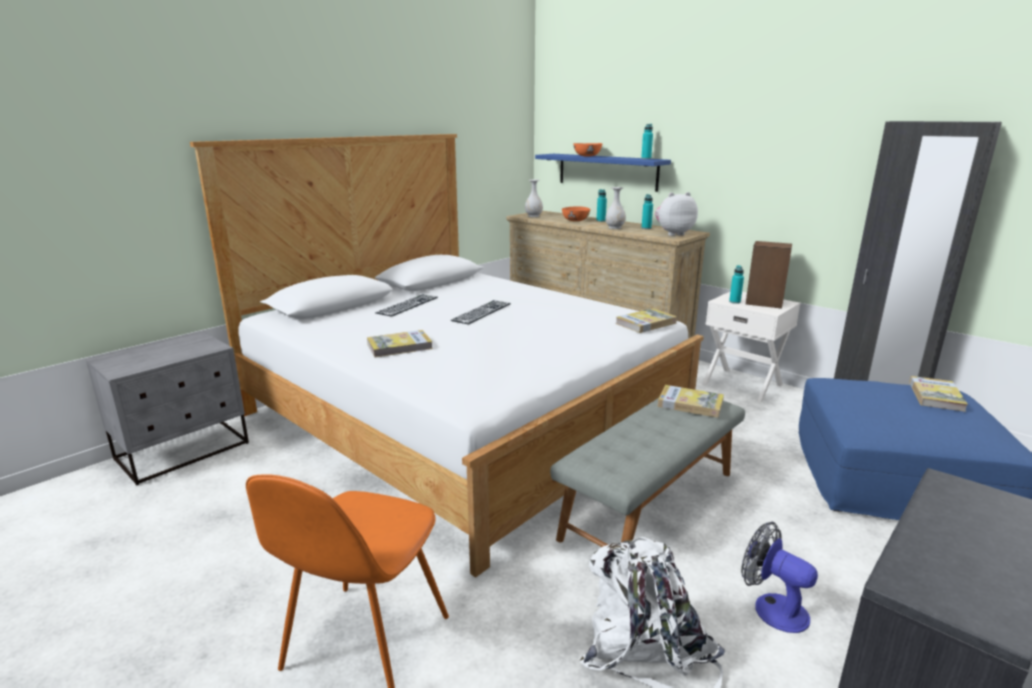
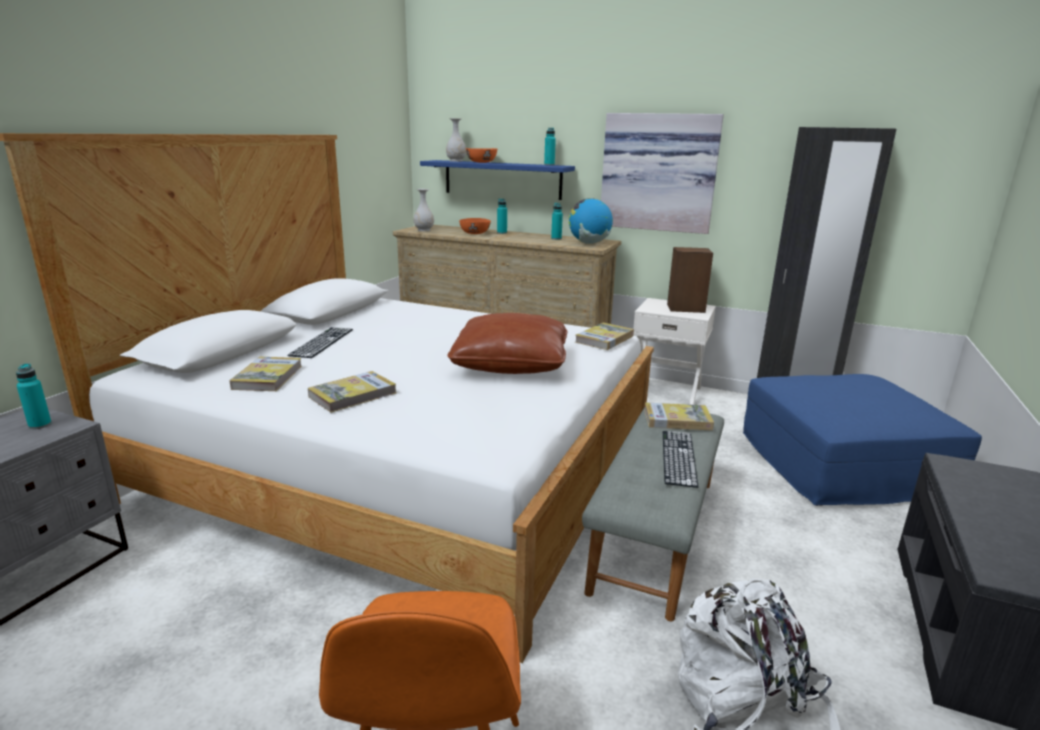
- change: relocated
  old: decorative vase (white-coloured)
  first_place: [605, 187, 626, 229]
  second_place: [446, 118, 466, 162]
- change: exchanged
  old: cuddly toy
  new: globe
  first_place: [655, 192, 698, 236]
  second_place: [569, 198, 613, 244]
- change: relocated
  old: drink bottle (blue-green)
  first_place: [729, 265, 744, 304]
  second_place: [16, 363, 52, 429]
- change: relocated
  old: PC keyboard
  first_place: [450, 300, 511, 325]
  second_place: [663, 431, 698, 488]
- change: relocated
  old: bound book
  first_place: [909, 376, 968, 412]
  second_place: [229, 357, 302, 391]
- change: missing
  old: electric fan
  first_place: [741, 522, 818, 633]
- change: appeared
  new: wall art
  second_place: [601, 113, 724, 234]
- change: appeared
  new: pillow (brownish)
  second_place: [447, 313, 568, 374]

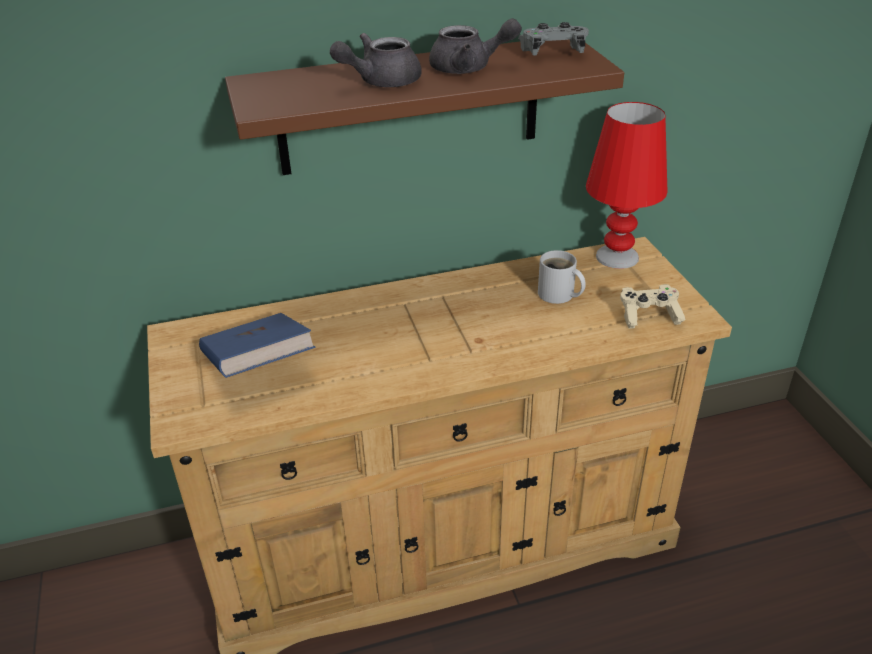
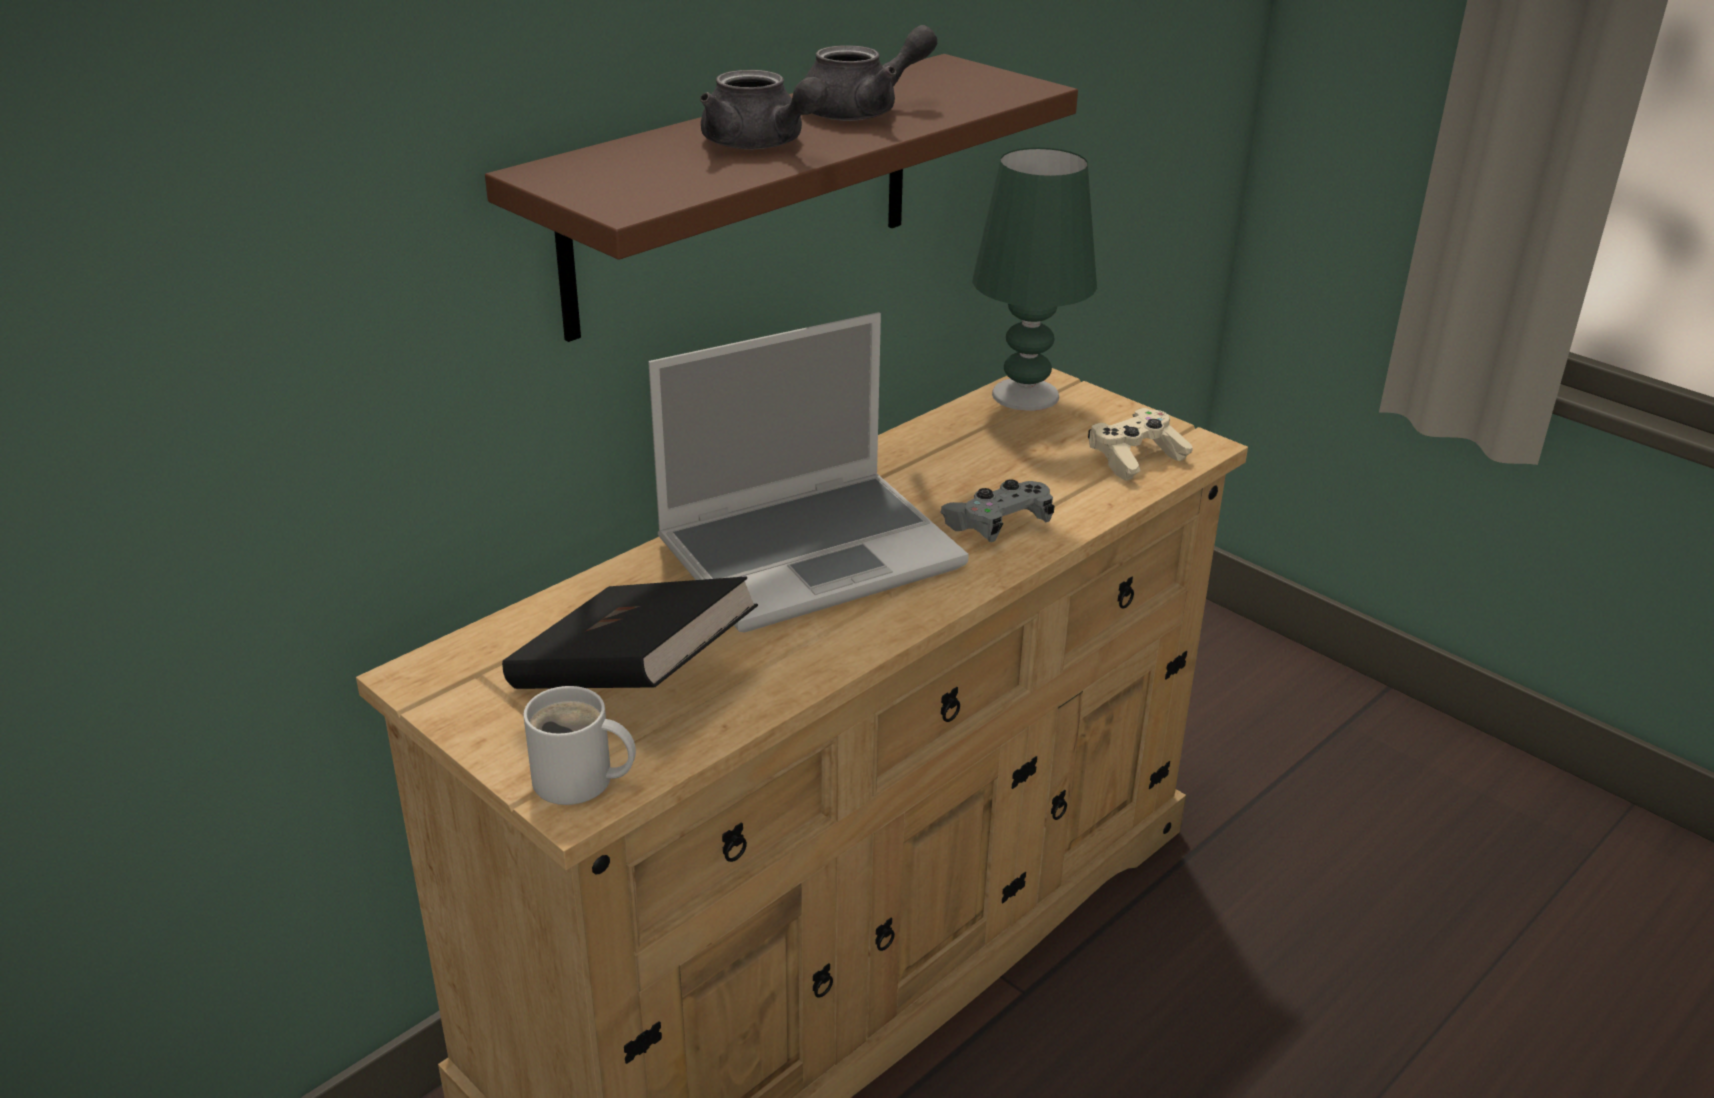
- change: relocated
  old: gamepad (greyish)
  first_place: [518, 22, 589, 55]
  second_place: [940, 479, 1055, 542]
- change: spun
  old: pot for tea (greyish)
  first_place: [330, 33, 422, 87]
  second_place: [700, 70, 828, 149]
  degrees: -75
- change: colour
  old: lamp for a table (red-coloured)
  new: lamp for a table (greenish)
  first_place: [586, 102, 667, 269]
  second_place: [972, 148, 1097, 411]
- change: relocated
  old: mug (white-coloured)
  first_place: [538, 250, 586, 304]
  second_place: [523, 686, 636, 805]
- change: colour
  old: bound book (blue-coloured)
  new: bound book (blackish)
  first_place: [199, 313, 316, 378]
  second_place: [502, 576, 758, 689]
- change: appeared
  new: laptop
  second_place: [648, 312, 969, 633]

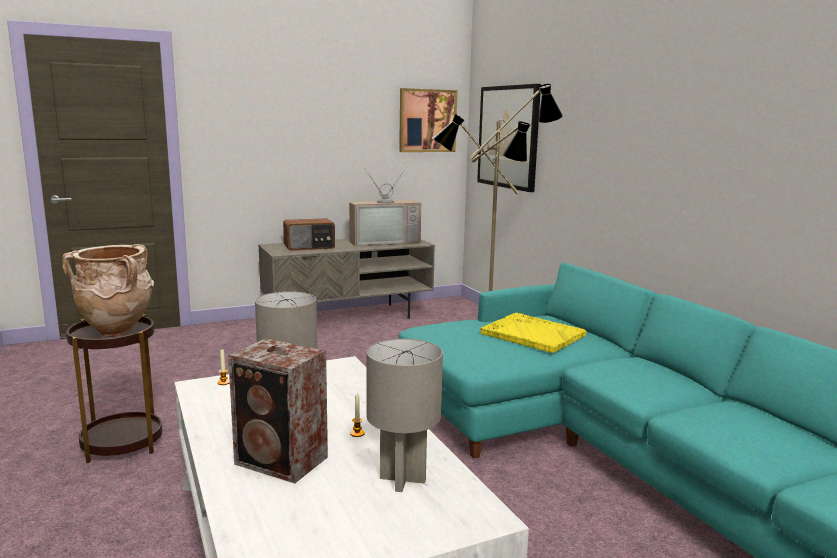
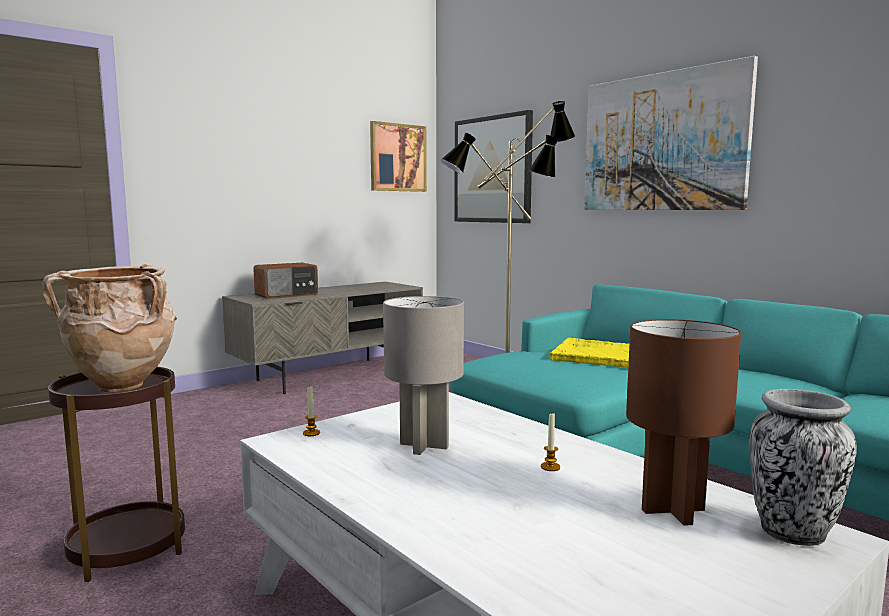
- change: missing
  old: television
  first_place: [349, 167, 421, 247]
- change: missing
  old: audio speaker
  first_place: [228, 339, 328, 483]
- change: colour
  old: lamp for a table (greyish)
  new: lamp for a table (brownish)
  first_place: [366, 339, 443, 492]
  second_place: [626, 319, 741, 526]
- change: appeared
  new: wall art
  second_place: [584, 56, 758, 210]
- change: appeared
  new: decorative vase
  second_place: [750, 389, 857, 546]

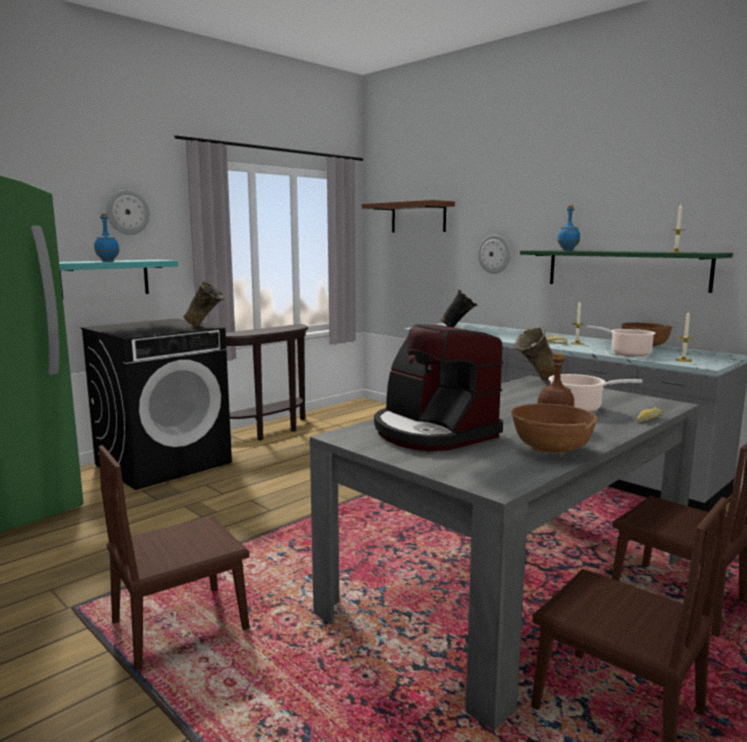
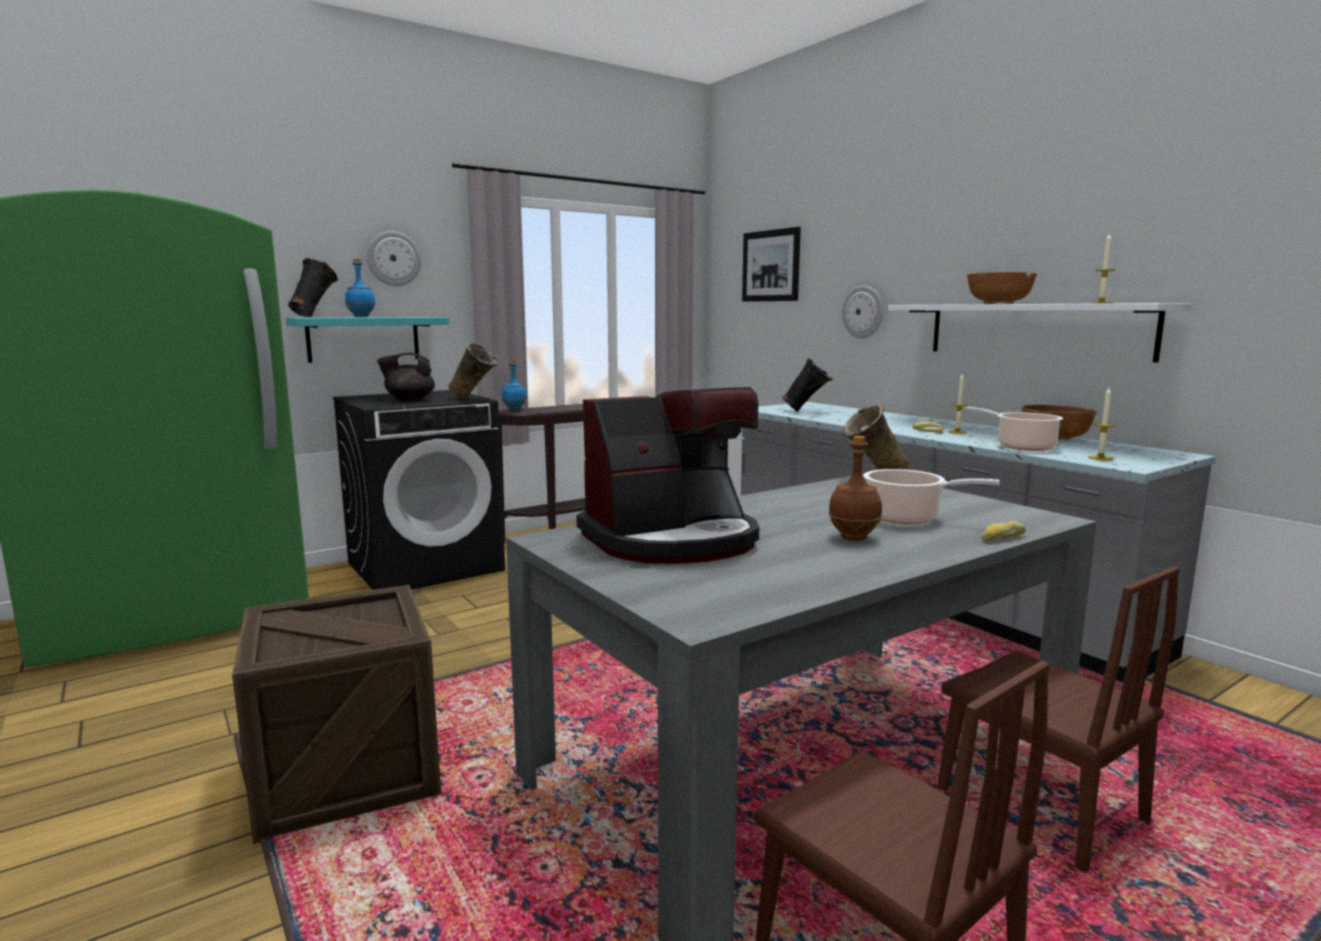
- change: exchanged
  old: bracket shelf (brownish)
  new: wall art
  first_place: [362, 200, 455, 232]
  second_place: [742, 227, 801, 302]
- change: relocated
  old: drink bottle (blue-coloured)
  first_place: [558, 206, 580, 251]
  second_place: [501, 360, 527, 410]
- change: colour
  old: bracket shelf (greenish)
  new: bracket shelf (white-coloured)
  first_place: [520, 250, 733, 293]
  second_place: [888, 303, 1191, 363]
- change: spun
  old: coffee brewer
  first_place: [374, 324, 503, 451]
  second_place: [576, 387, 759, 564]
  degrees: -90
- change: relocated
  old: deep dish (brownish)
  first_place: [511, 404, 598, 453]
  second_place: [967, 272, 1037, 304]
- change: exchanged
  old: upright chair (brownish)
  new: packing crate
  first_place: [99, 445, 250, 671]
  second_place: [232, 585, 441, 844]
- change: appeared
  new: decorative vase (blackish)
  second_place: [288, 258, 338, 317]
- change: appeared
  new: pot for tea (blackish)
  second_place: [377, 353, 435, 401]

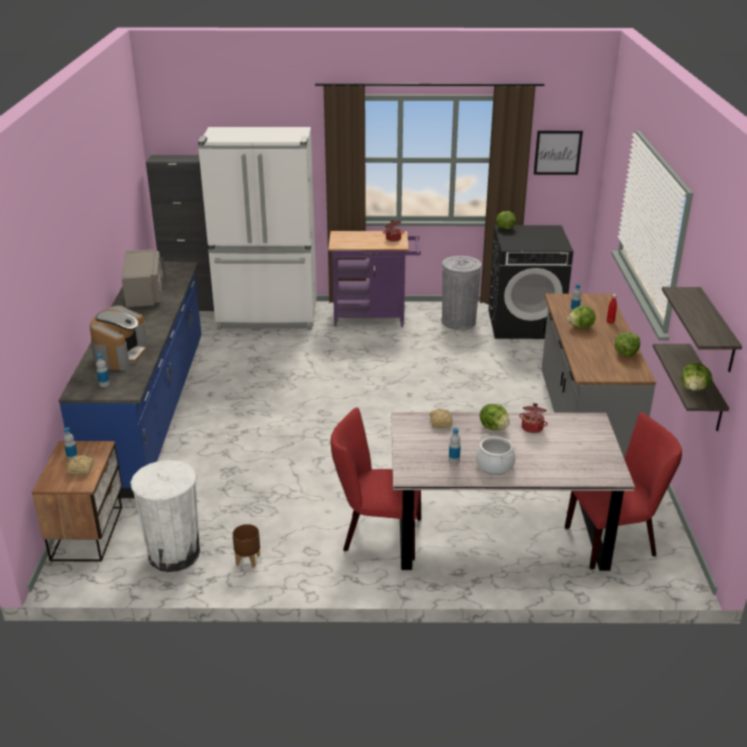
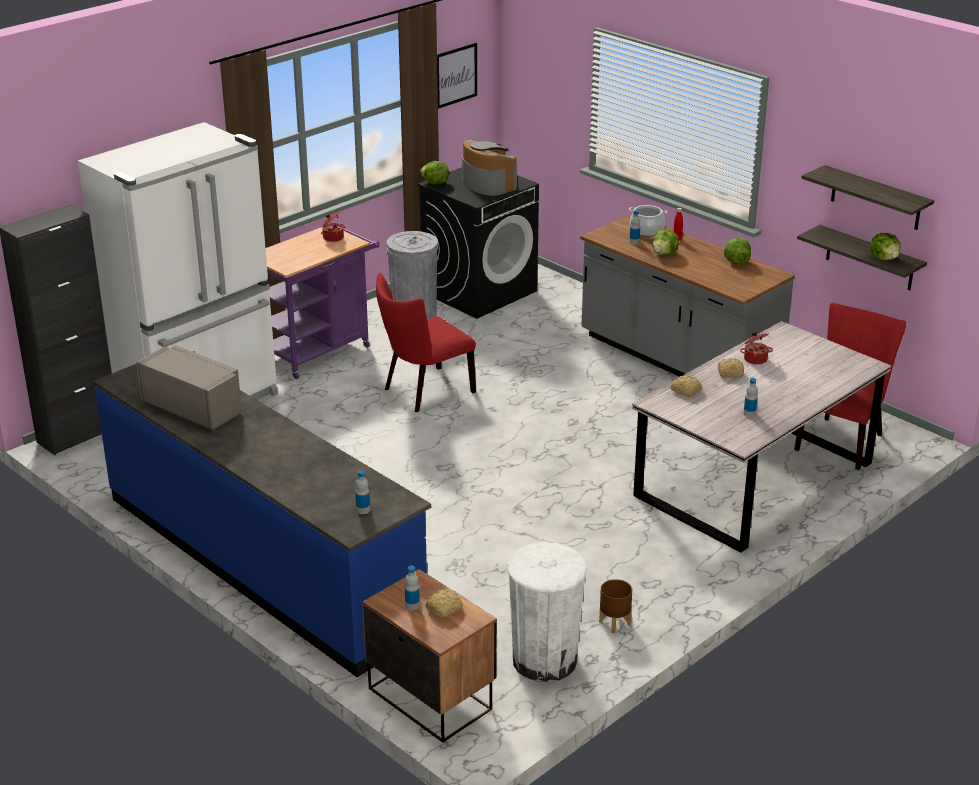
- change: relocated
  old: coffee brewer
  first_place: [90, 305, 148, 371]
  second_place: [462, 138, 517, 196]
- change: exchanged
  old: lettuce head
  new: baked bread
  first_place: [480, 404, 509, 430]
  second_place: [718, 358, 744, 378]
- change: relocated
  old: upright chair (red-coloured)
  first_place: [331, 407, 421, 560]
  second_place: [376, 272, 476, 412]
- change: relocated
  old: saucepot
  first_place: [476, 434, 515, 475]
  second_place: [629, 205, 668, 237]

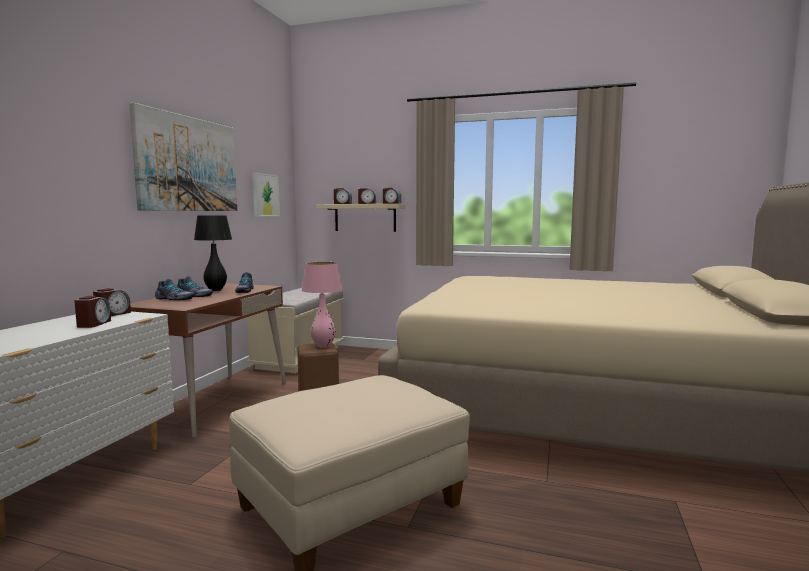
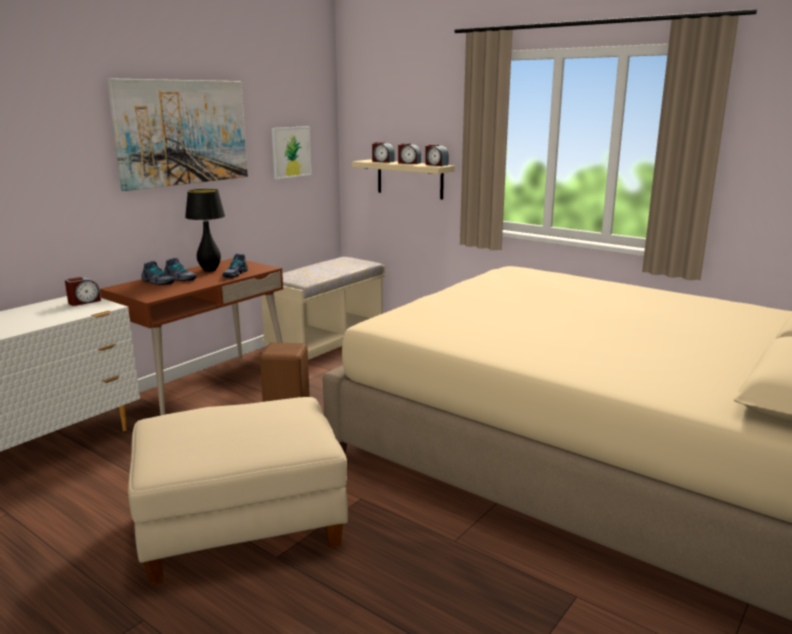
- change: missing
  old: lamp for a table (pink)
  first_place: [302, 262, 343, 348]
- change: missing
  old: table clock
  first_place: [74, 296, 111, 328]

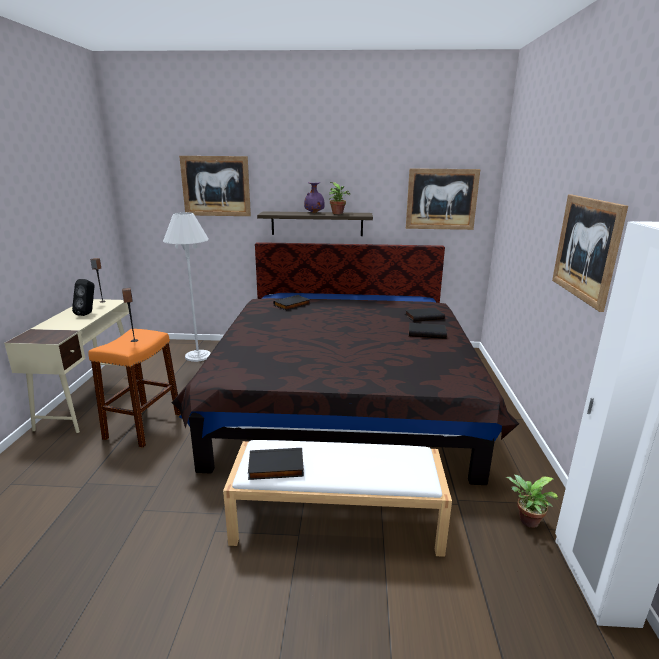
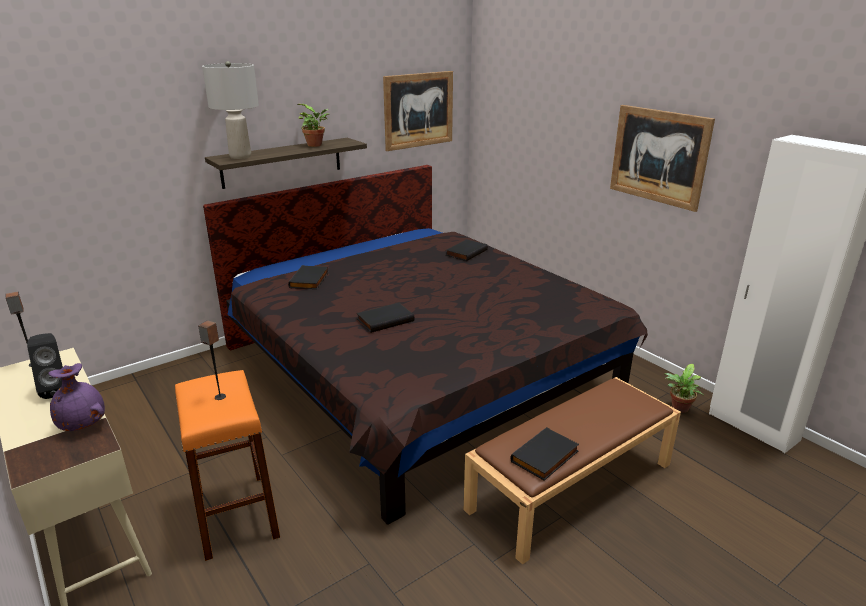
- change: missing
  old: wall art
  first_place: [179, 156, 251, 216]
- change: relocated
  old: decorative vase (purplish)
  first_place: [304, 182, 325, 213]
  second_place: [48, 363, 105, 431]
- change: missing
  old: standard lamp (white-coloured)
  first_place: [163, 212, 211, 362]
- change: relocated
  old: bound book (blackish)
  first_place: [409, 323, 447, 339]
  second_place: [357, 303, 414, 333]
- change: colour
  old: indoor bench (white-coloured)
  new: indoor bench (brownish)
  first_place: [223, 440, 452, 557]
  second_place: [464, 377, 681, 565]
- change: appeared
  new: lamp for a table (greyish)
  second_place: [202, 61, 259, 159]

